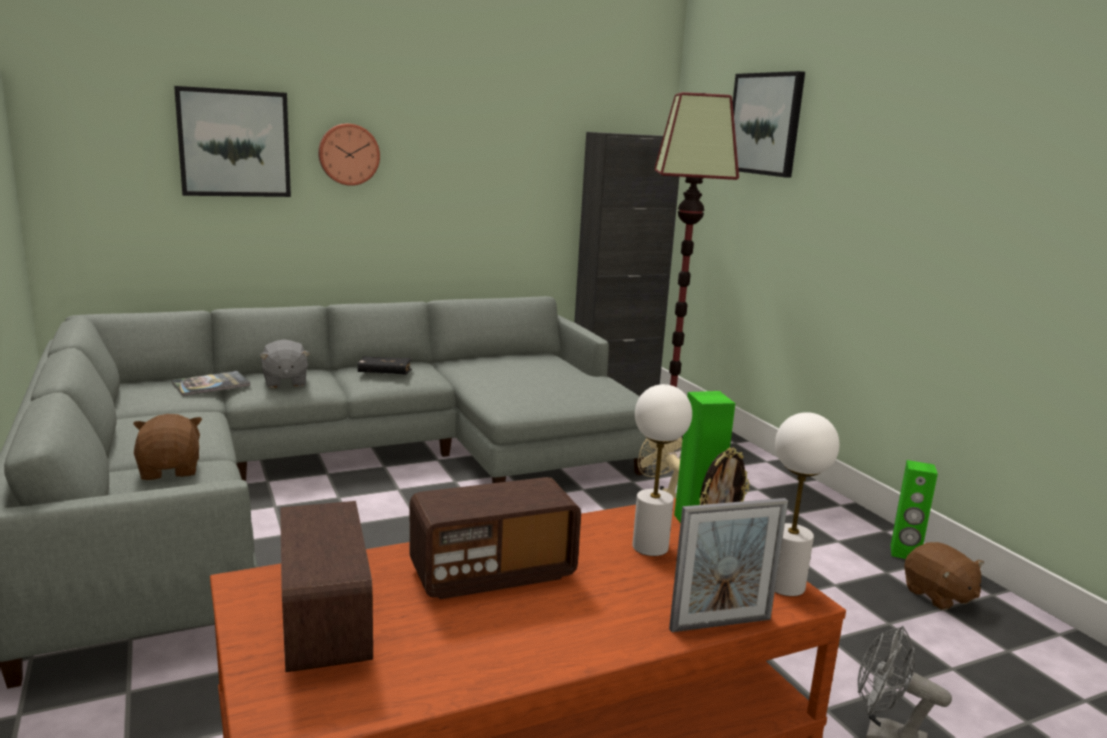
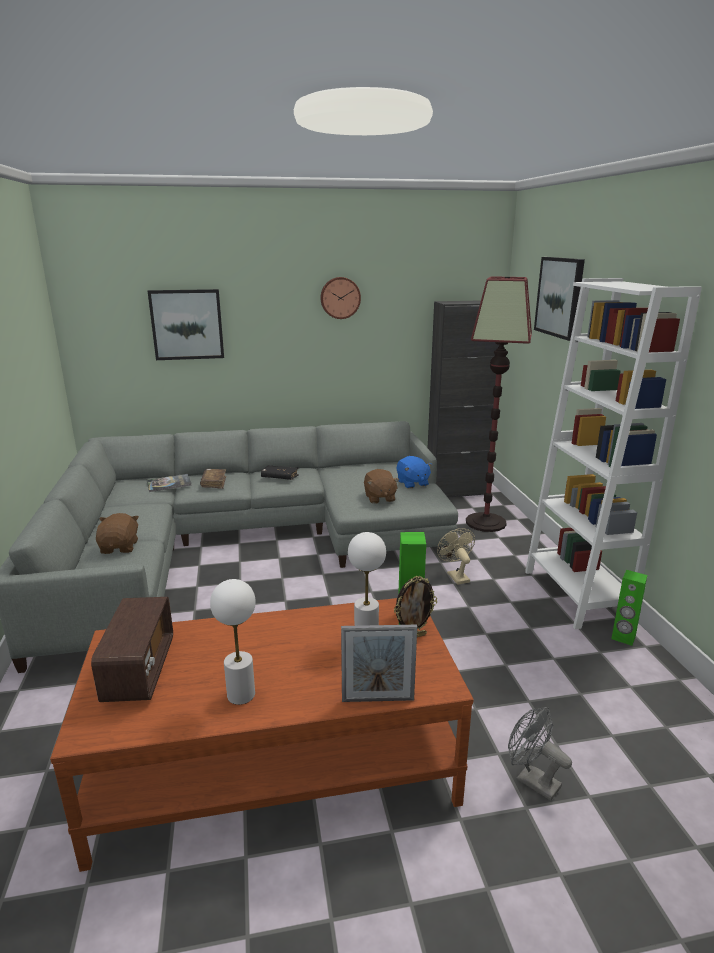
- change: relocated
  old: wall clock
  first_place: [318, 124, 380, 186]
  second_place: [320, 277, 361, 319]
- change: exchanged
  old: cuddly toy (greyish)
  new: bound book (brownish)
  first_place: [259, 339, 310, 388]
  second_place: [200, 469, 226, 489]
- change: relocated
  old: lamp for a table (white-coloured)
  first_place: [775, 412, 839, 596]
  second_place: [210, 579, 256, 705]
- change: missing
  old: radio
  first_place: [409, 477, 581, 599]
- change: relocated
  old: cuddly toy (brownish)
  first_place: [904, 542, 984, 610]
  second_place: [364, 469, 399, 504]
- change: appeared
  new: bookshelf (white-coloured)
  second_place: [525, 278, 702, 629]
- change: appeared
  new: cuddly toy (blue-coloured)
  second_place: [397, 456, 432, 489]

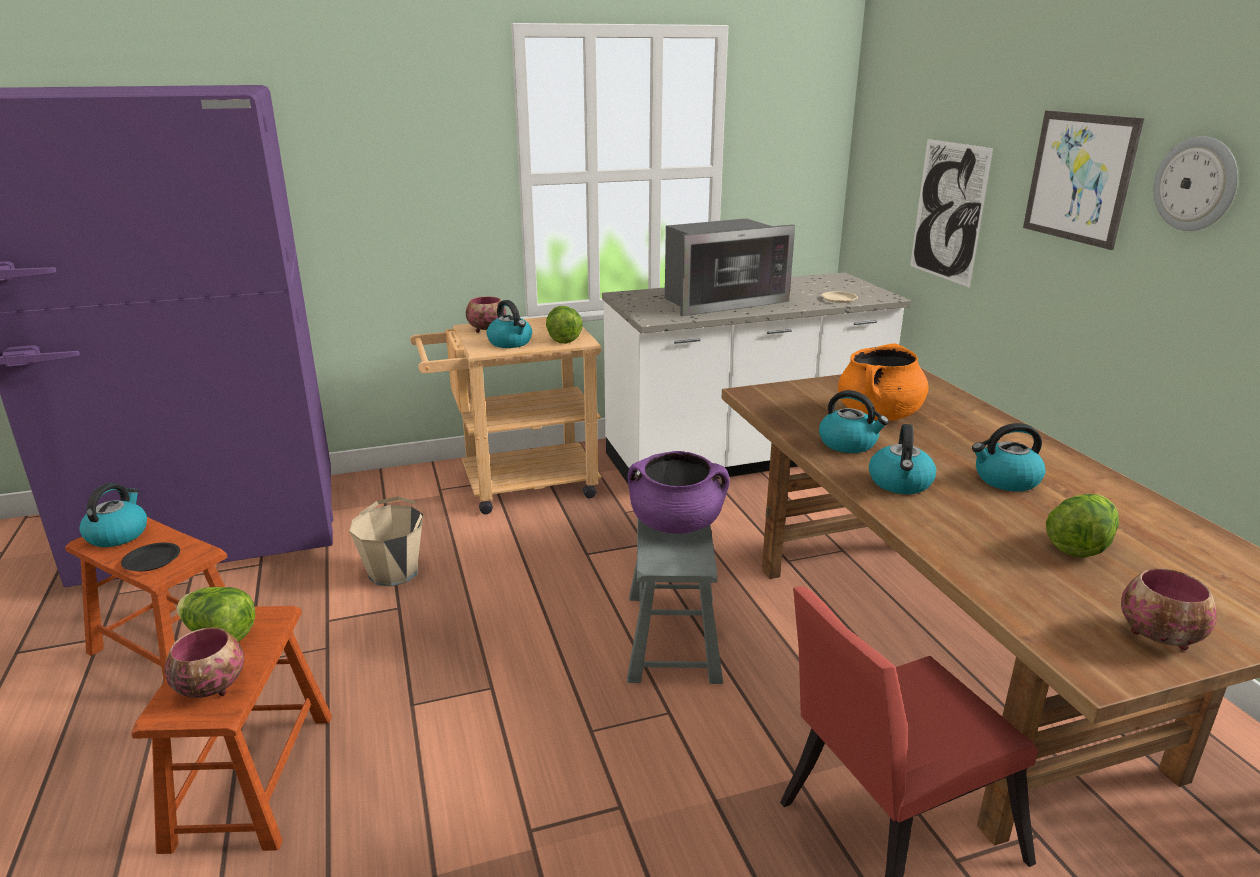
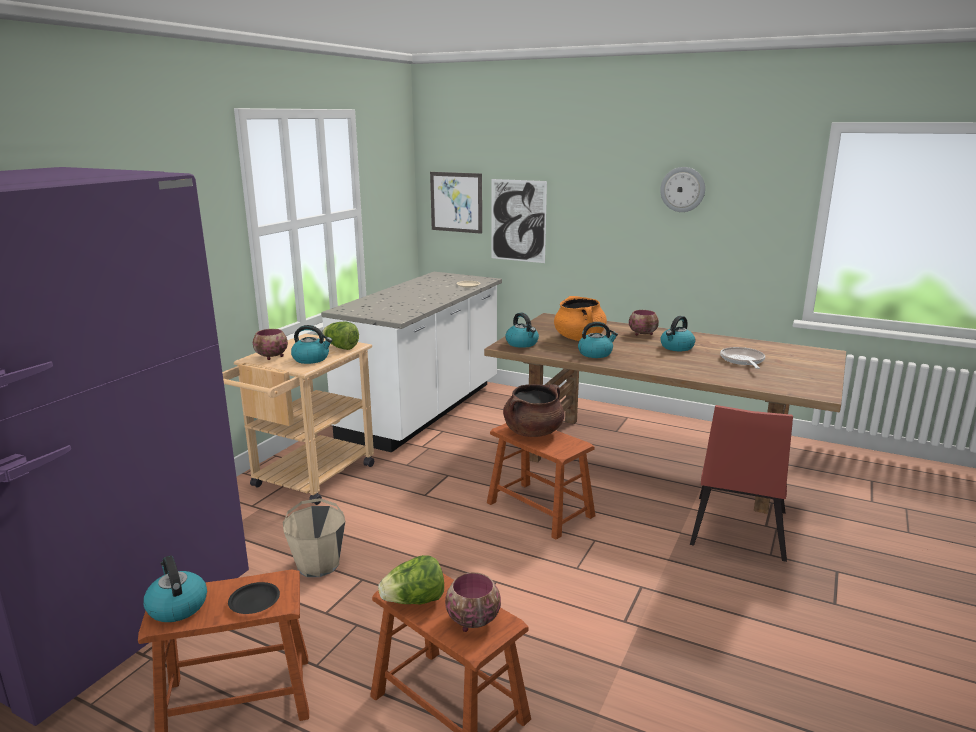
- change: relocated
  old: wall art
  first_place: [1023, 110, 1144, 250]
  second_place: [430, 172, 482, 234]
- change: missing
  old: microwave oven
  first_place: [665, 218, 795, 316]
- change: relocated
  old: tea kettle
  first_place: [869, 424, 936, 494]
  second_place: [505, 313, 539, 348]
- change: colour
  old: saucepot (purplish)
  new: saucepot (brownish)
  first_place: [628, 451, 730, 534]
  second_place: [503, 384, 564, 437]
- change: exchanged
  old: lettuce head
  new: pan
  first_place: [1046, 494, 1119, 558]
  second_place: [720, 347, 765, 369]
- change: colour
  old: sitting stool (greyish)
  new: sitting stool (brownish)
  first_place: [627, 519, 723, 684]
  second_place: [487, 423, 595, 540]
- change: relocated
  old: deep dish
  first_place: [1121, 568, 1217, 650]
  second_place: [629, 310, 659, 336]

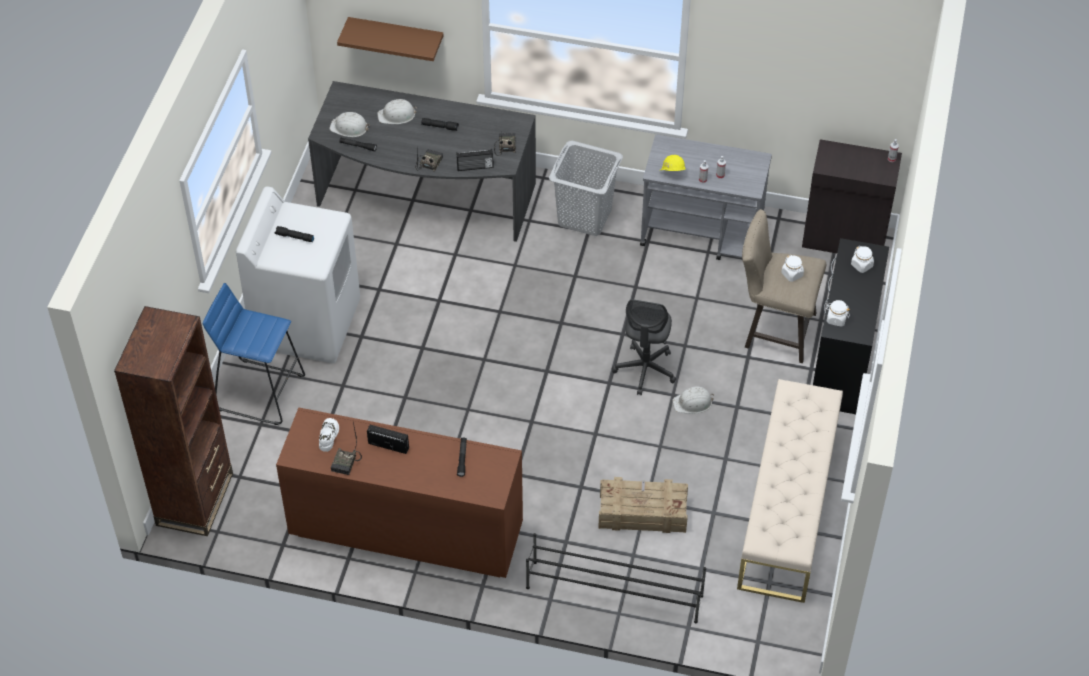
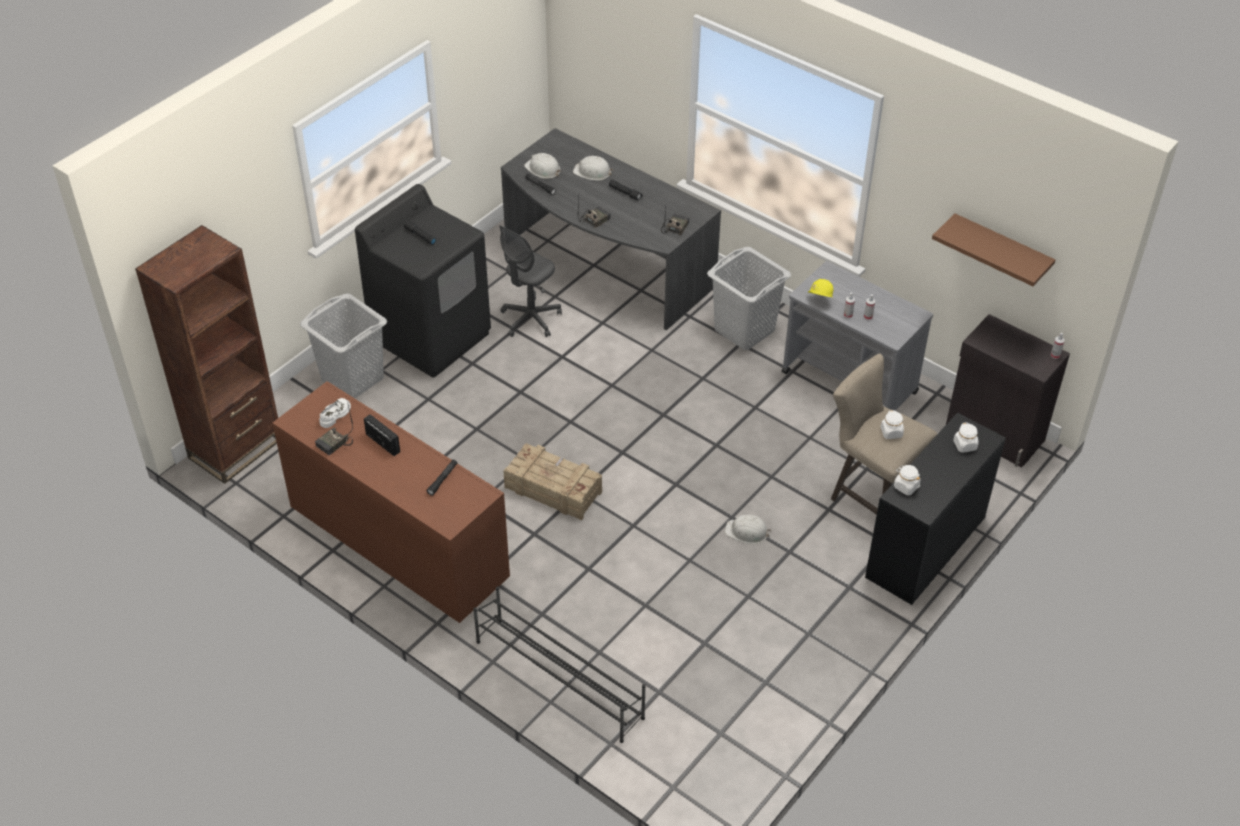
- change: relocated
  old: bracket shelf (brownish)
  first_place: [337, 17, 443, 61]
  second_place: [932, 214, 1055, 286]
- change: missing
  old: radio
  first_place: [456, 149, 494, 171]
- change: colour
  old: laundry appliance (white-coloured)
  new: laundry appliance (blackish)
  first_place: [236, 186, 360, 363]
  second_place: [355, 184, 491, 377]
- change: exchanged
  old: sitting stool (blue-coloured)
  new: hamper (greyish)
  first_place: [203, 283, 305, 425]
  second_place: [300, 294, 387, 398]
- change: relocated
  old: office chair (greyish)
  first_place: [612, 299, 676, 395]
  second_place: [499, 226, 562, 337]
- change: missing
  old: indoor bench (beige)
  first_place: [737, 379, 843, 603]
- change: relocated
  old: packing crate
  first_place: [598, 477, 688, 533]
  second_place: [504, 443, 602, 520]

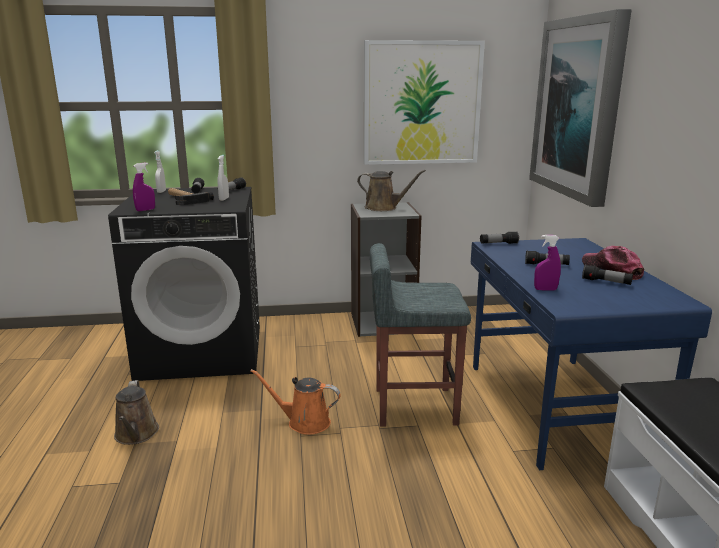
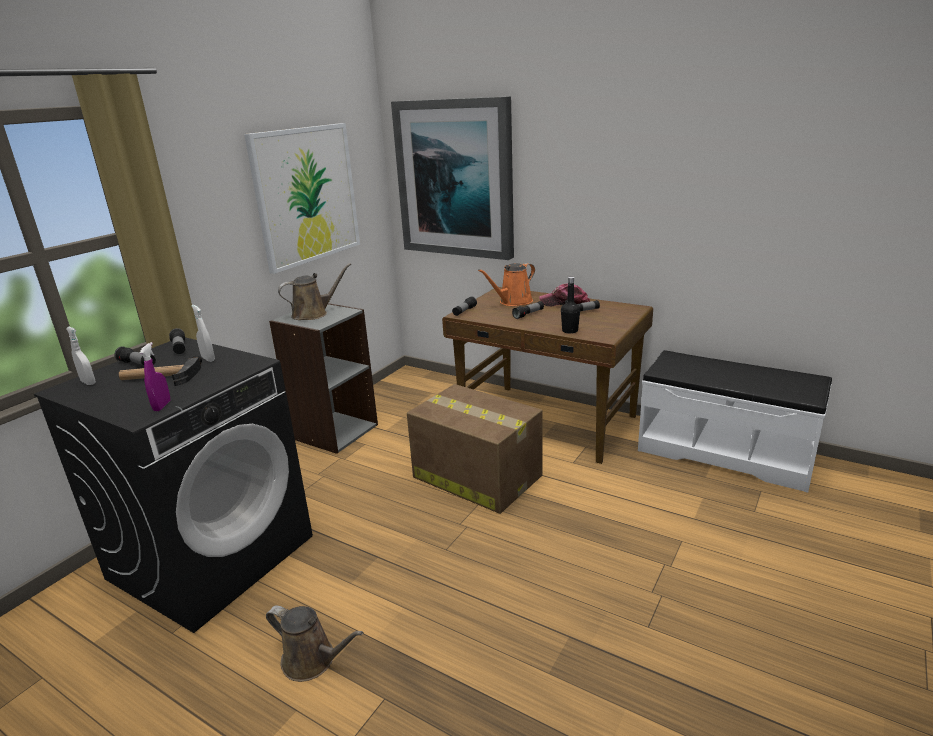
- change: exchanged
  old: sprayer (purplish)
  new: drink bottle (blackish)
  first_place: [534, 235, 561, 290]
  second_place: [561, 277, 580, 334]
- change: colour
  old: desk (blue-coloured)
  new: desk (brownish)
  first_place: [471, 238, 712, 470]
  second_place: [442, 287, 653, 464]
- change: exchanged
  old: sitting stool (greyish)
  new: carton
  first_place: [370, 243, 471, 427]
  second_place: [407, 384, 543, 514]
- change: relocated
  old: watering can (orange)
  first_place: [250, 369, 341, 435]
  second_place: [478, 263, 535, 306]

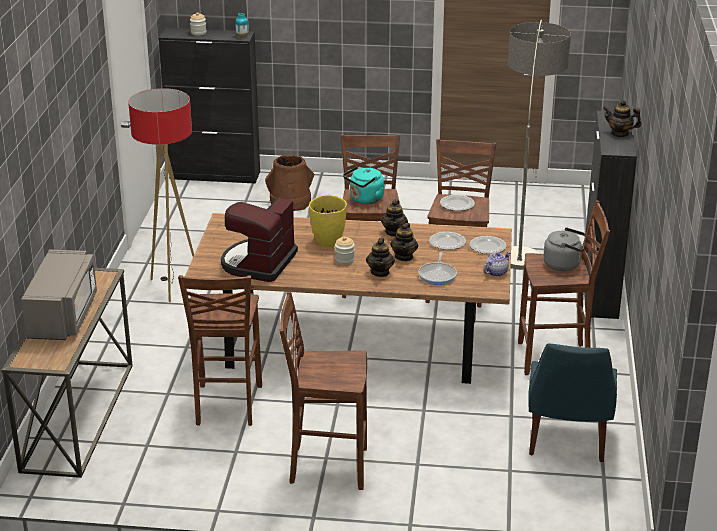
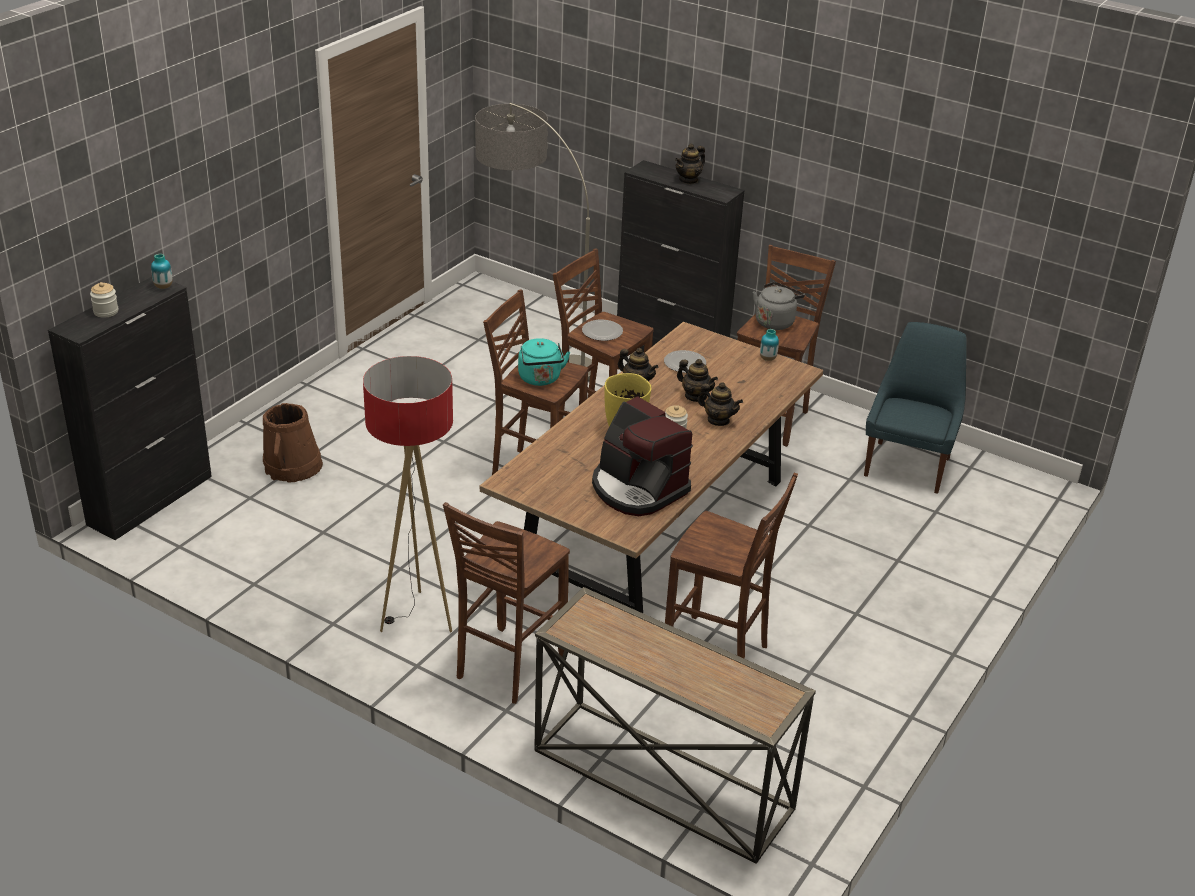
- change: missing
  old: flat dish
  first_place: [469, 236, 507, 254]
- change: missing
  old: microwave oven (greyish)
  first_place: [21, 250, 97, 340]
- change: exchanged
  old: pot for tea
  new: decorative vase
  first_place: [483, 251, 511, 277]
  second_place: [760, 329, 779, 361]
- change: missing
  old: pan
  first_place: [418, 252, 457, 285]
- change: relocated
  old: sitting stool (brownish)
  first_place: [279, 292, 367, 490]
  second_place: [443, 502, 570, 704]
- change: spun
  old: upright chair (blue-coloured)
  first_place: [528, 343, 617, 462]
  second_place: [864, 322, 967, 494]
  degrees: -105

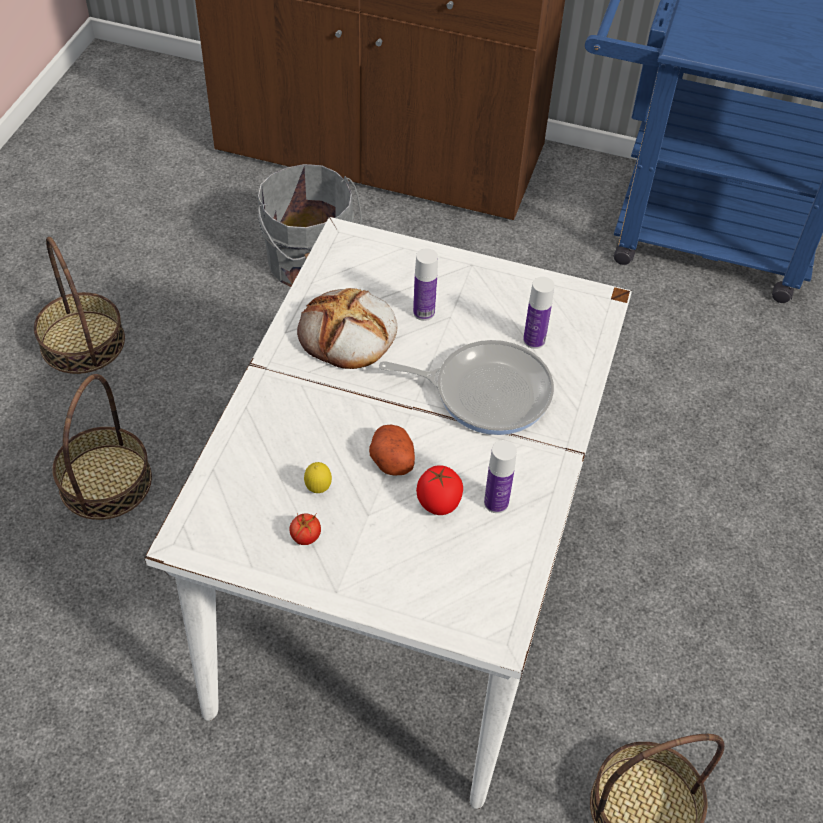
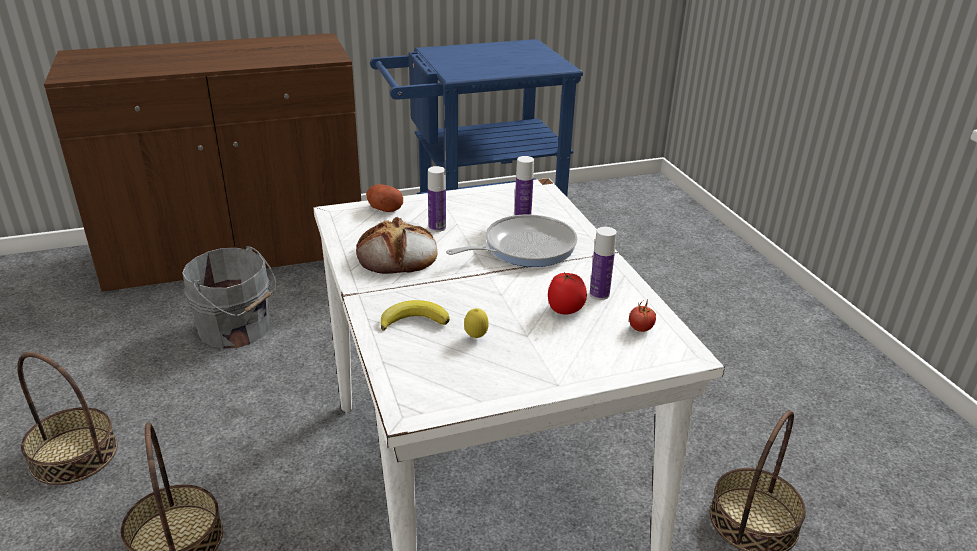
- change: relocated
  old: spud
  first_place: [369, 424, 415, 476]
  second_place: [366, 184, 403, 212]
- change: relocated
  old: fresh tomato
  first_place: [289, 513, 321, 545]
  second_place: [629, 300, 656, 332]
- change: appeared
  new: whole banana
  second_place: [381, 300, 450, 331]

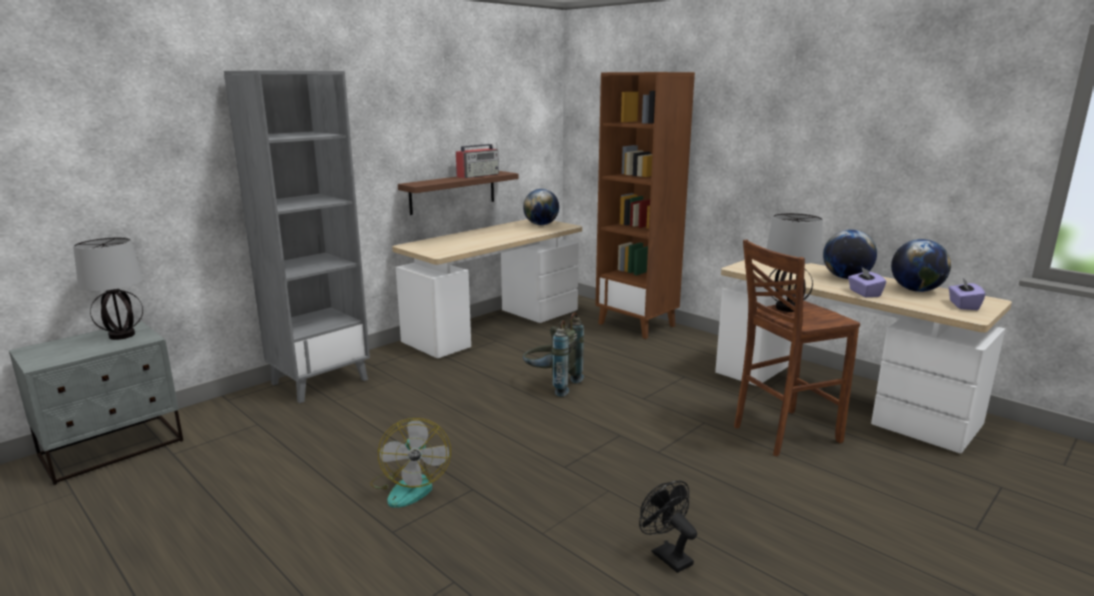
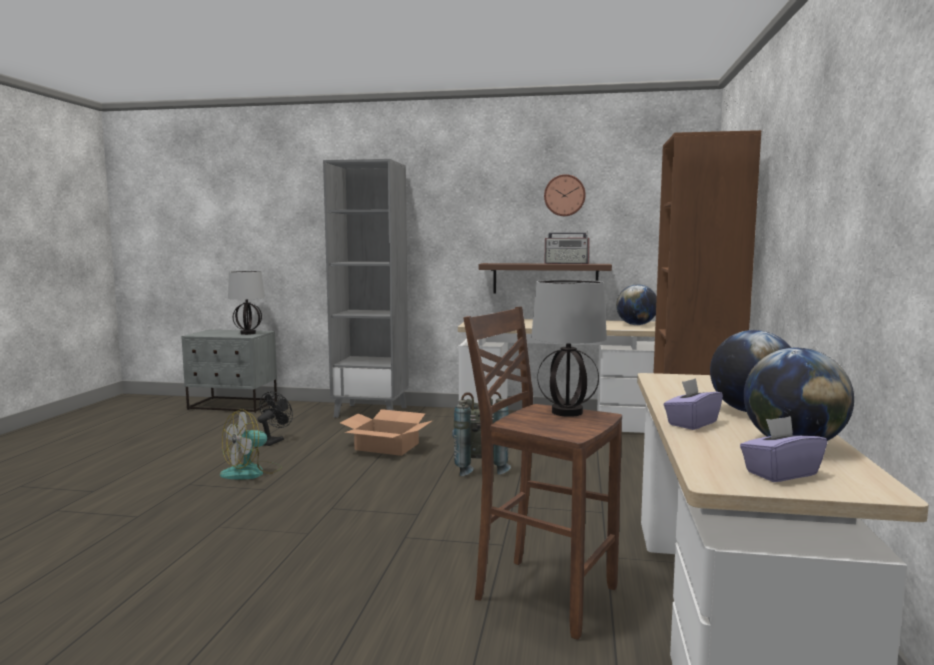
- change: relocated
  old: electric fan (blackish)
  first_place: [639, 481, 697, 573]
  second_place: [257, 392, 293, 446]
- change: appeared
  new: wall clock
  second_place: [544, 174, 586, 216]
- change: appeared
  new: carton
  second_place: [340, 409, 432, 456]

